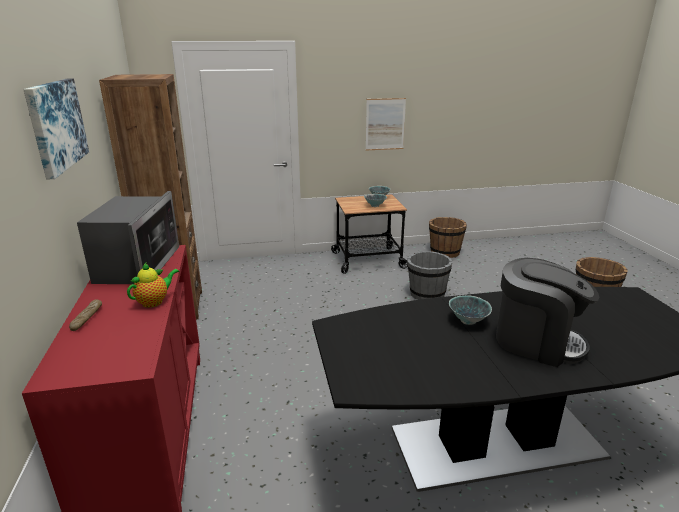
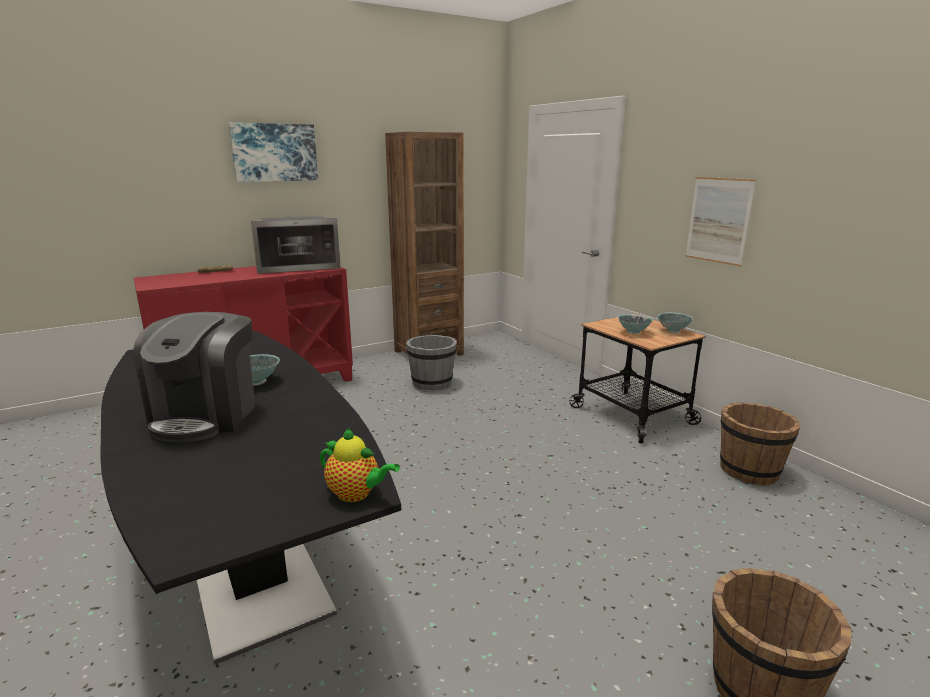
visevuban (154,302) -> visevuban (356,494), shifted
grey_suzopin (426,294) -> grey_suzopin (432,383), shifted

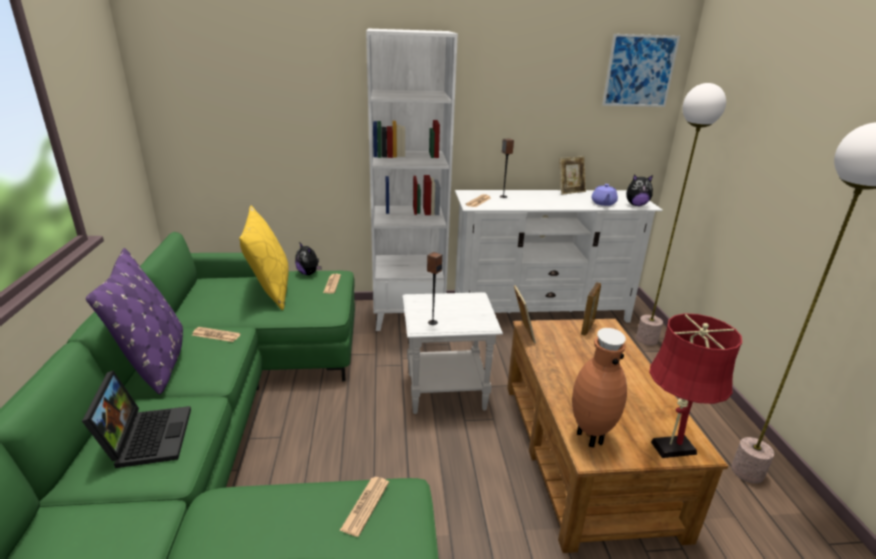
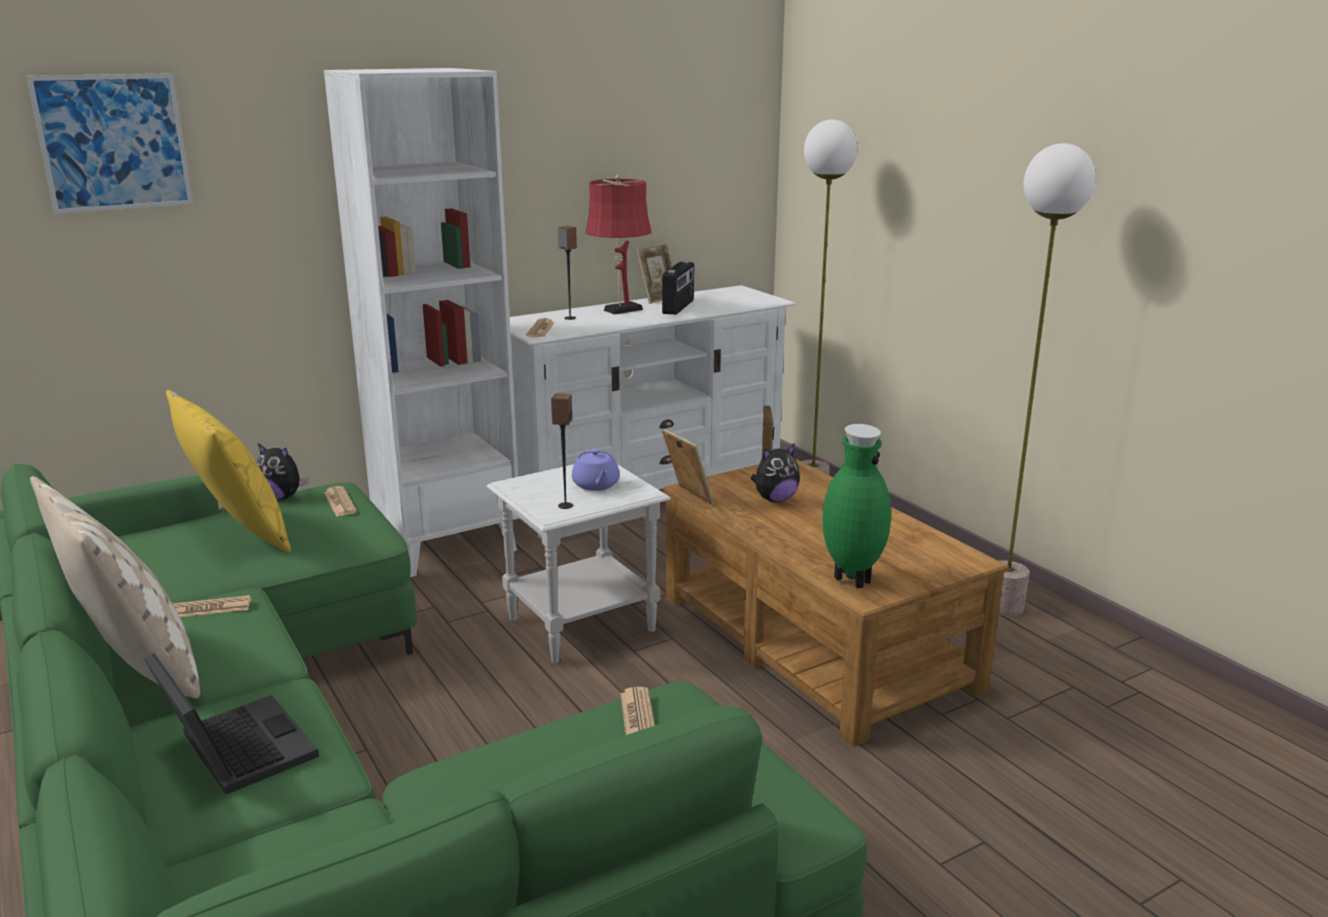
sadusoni (639,71) -> sadusoni (113,143), shifted
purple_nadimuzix (156,362) -> beige_nadimuzix (137,666)
purple_visevuban (603,203) -> purple_visevuban (596,485), shifted
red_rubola (669,448) -> red_rubola (620,310), shifted
none -> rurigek (679,307)
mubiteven (636,205) -> mubiteven (775,499), shifted
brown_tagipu (589,436) -> green_tagipu (850,579)

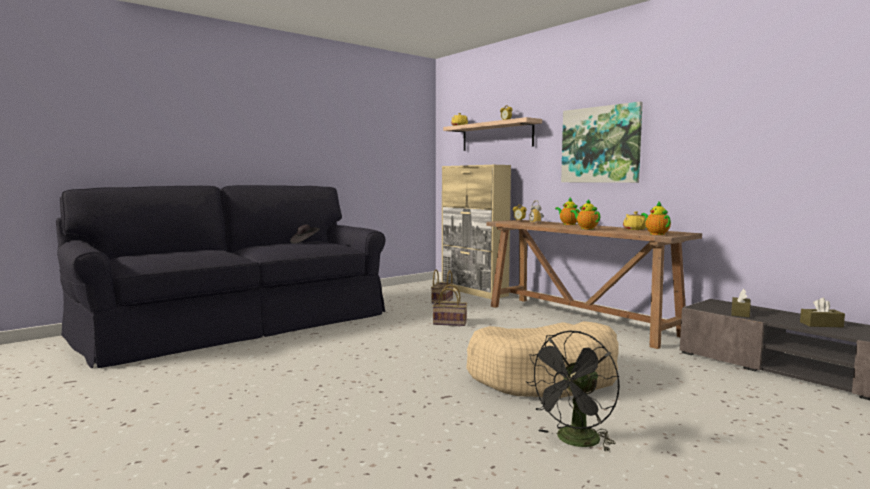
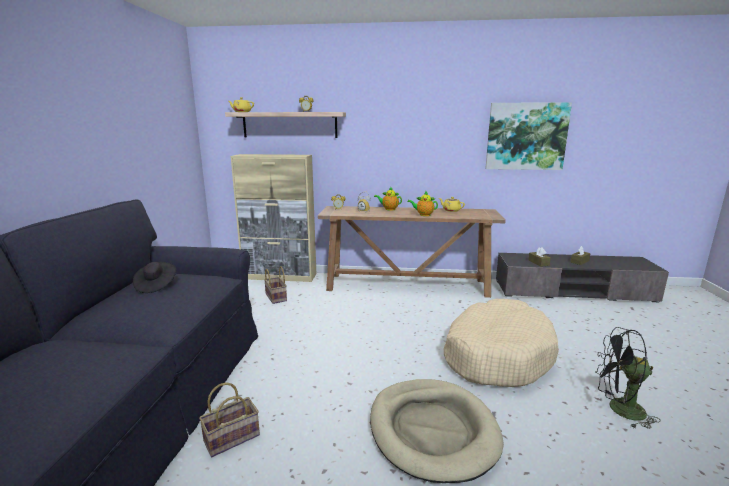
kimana (450,323) -> kimana (232,437), shifted
none -> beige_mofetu (432,430)
sadusoni (600,145) -> sadusoni (526,136), shifted
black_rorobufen (574,442) -> black_rorobufen (619,409), 105 degrees clockwise
visevuban (656,234) -> none

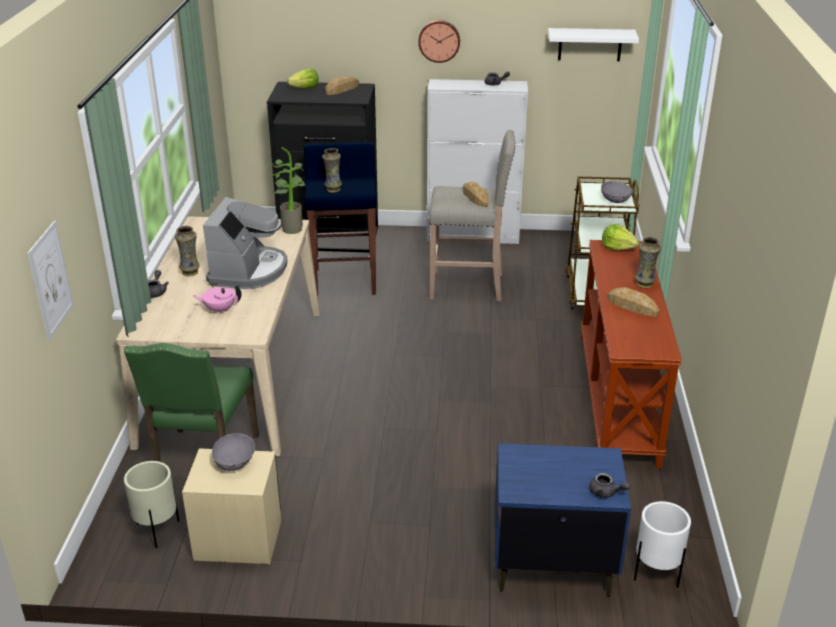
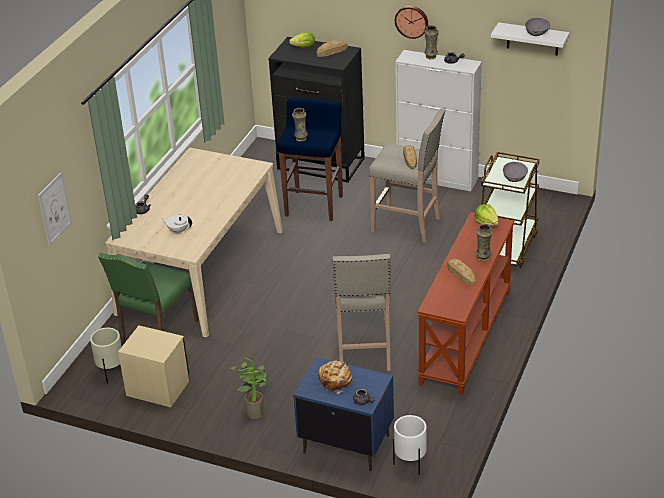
pink_visevuban (219,309) -> white_visevuban (178,230)
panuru (291,228) -> panuru (255,411), shifted
none -> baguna (336,380)
none -> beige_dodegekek (363,351)
tagipu (190,272) -> tagipu (431,57), shifted
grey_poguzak (235,463) -> grey_poguzak (537,34), shifted
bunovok (248,271) -> none

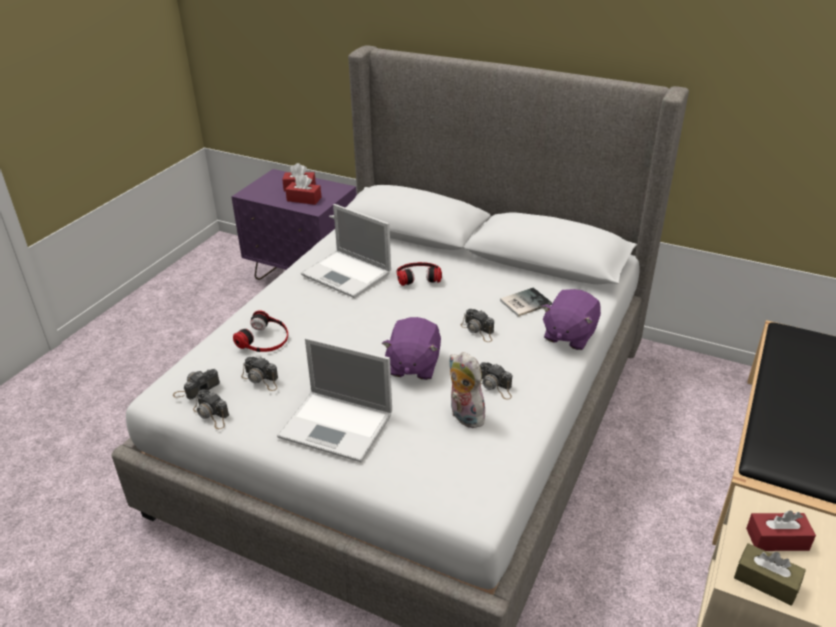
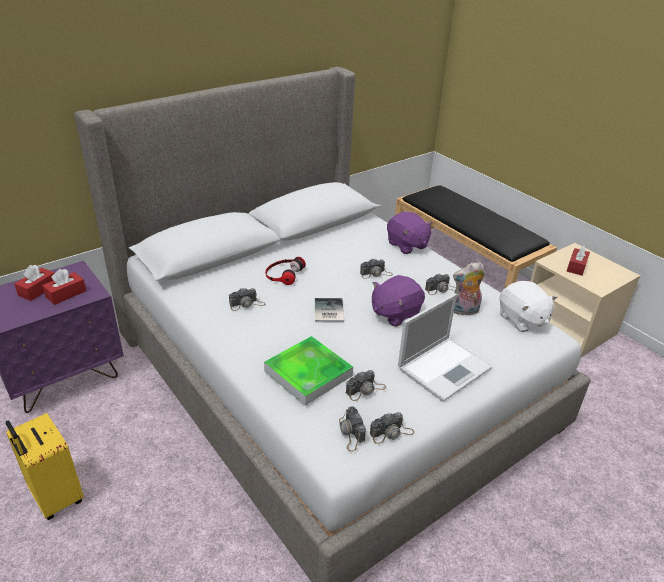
none -> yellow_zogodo (55,497)
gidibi (348,274) -> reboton (247,304)
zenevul (264,339) -> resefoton (308,373)
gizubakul (523,302) -> gizubakul (327,311), shifted
purple_mubiteven (413,365) -> purple_mubiteven (395,313), 105 degrees clockwise
none -> white_mubiteven (522,320)
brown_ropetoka (766,581) -> none

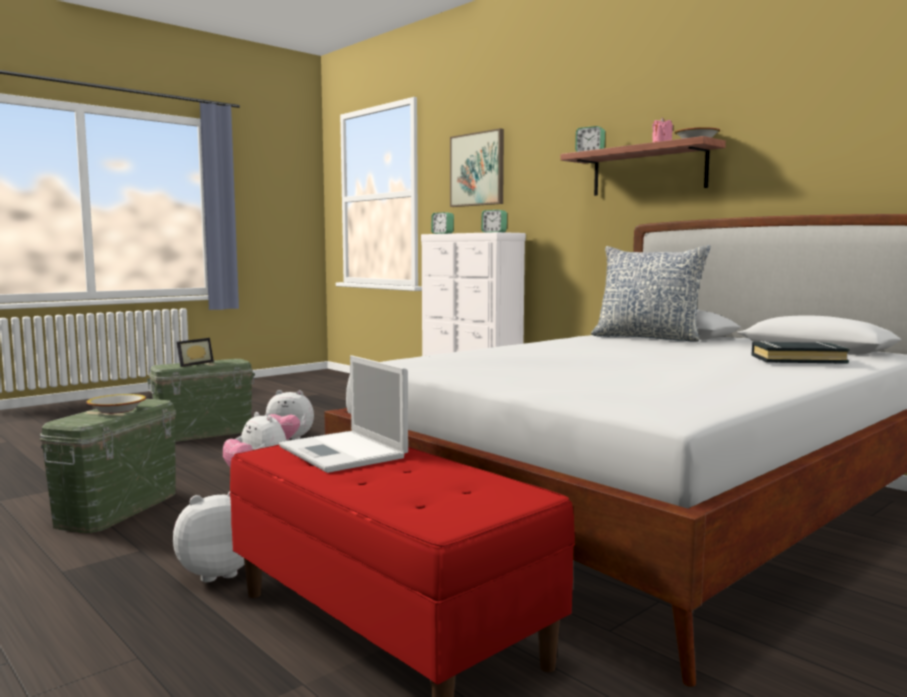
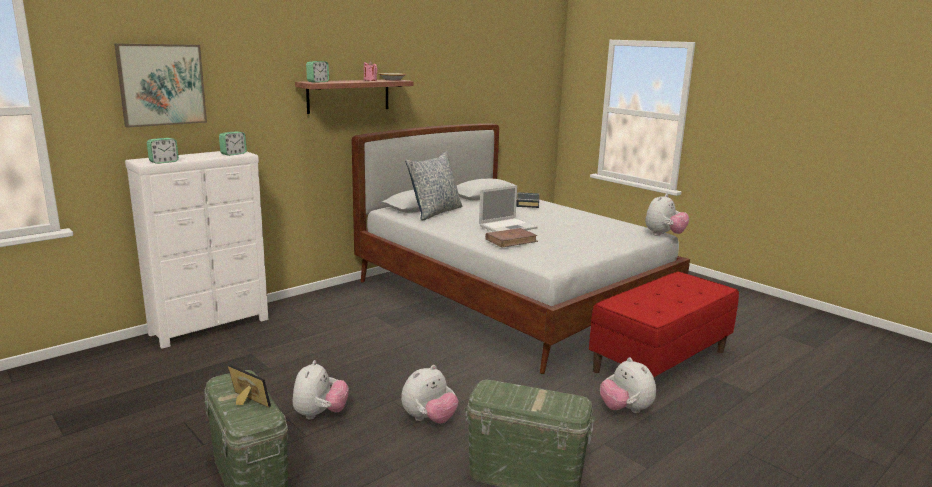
gidibi (344,452) -> gidibi (508,226), shifted
none -> brown_gizubakul (511,240)
none -> mubiteven (664,235)
poguzak (117,410) -> none

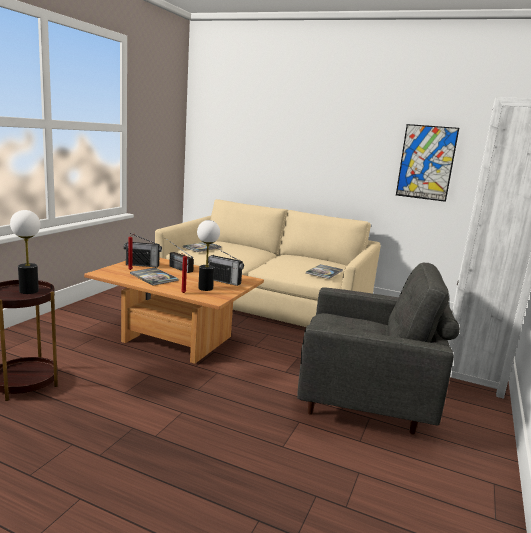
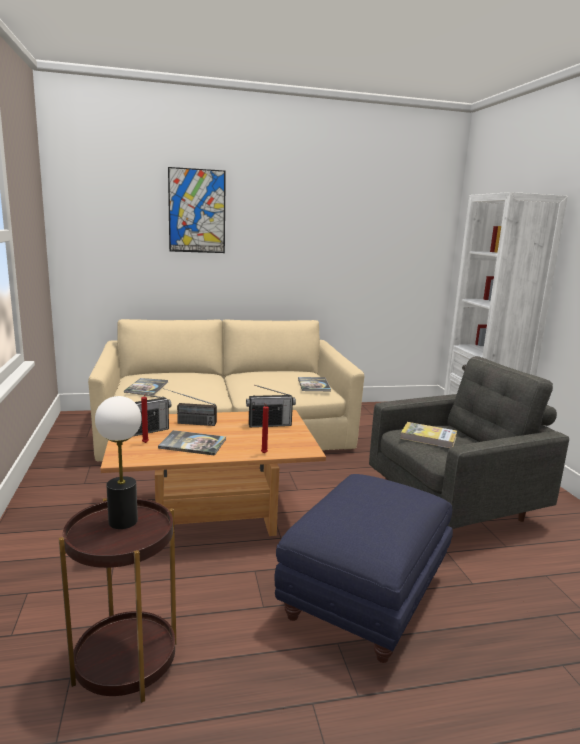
sadusoni (426,162) -> sadusoni (197,211), shifted
none -> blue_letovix (364,599)
none -> gizubakul (428,437)
rubola (205,288) -> none

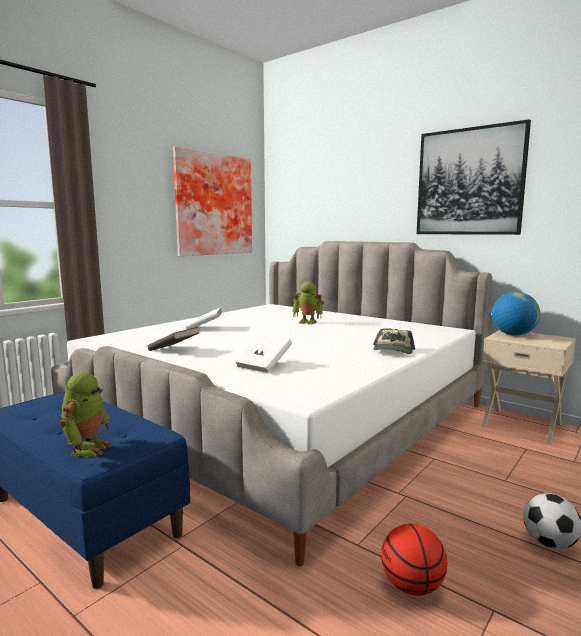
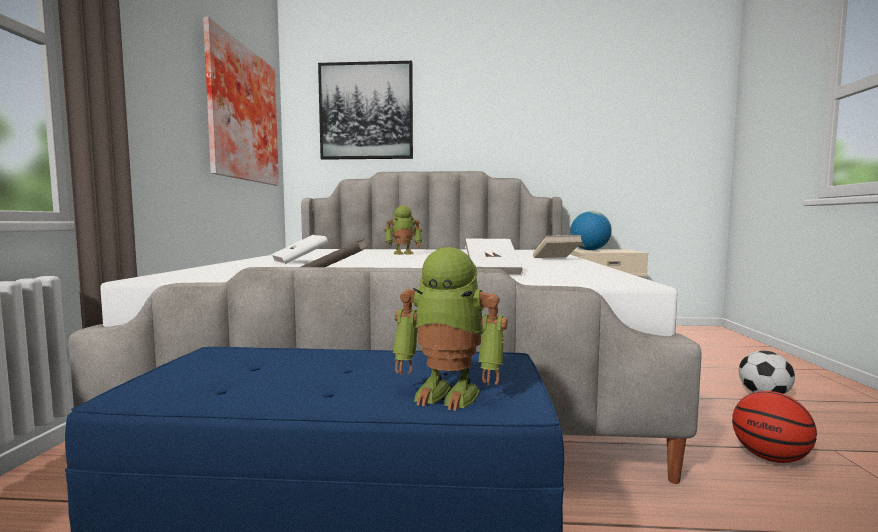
sadusoni (469,182) -> sadusoni (366,111), shifted
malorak (87,448) -> malorak (449,392), 135 degrees clockwise
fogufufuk (393,351) -> beige_gizubakul (556,259)

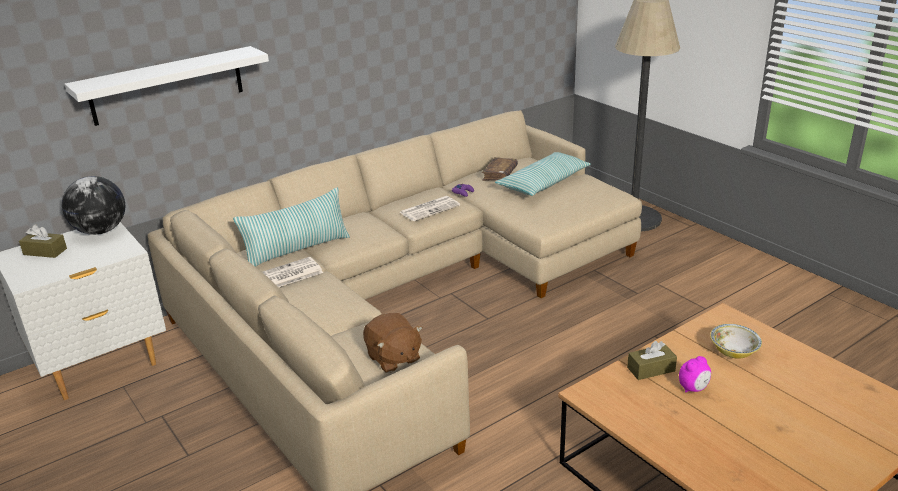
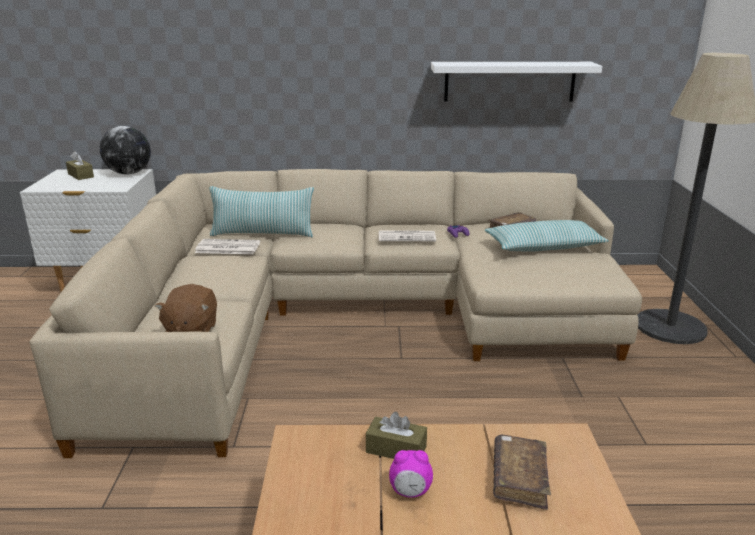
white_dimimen (167,85) -> white_dimimen (509,81), shifted
poguzak (733,351) -> brown_gizubakul (519,479)

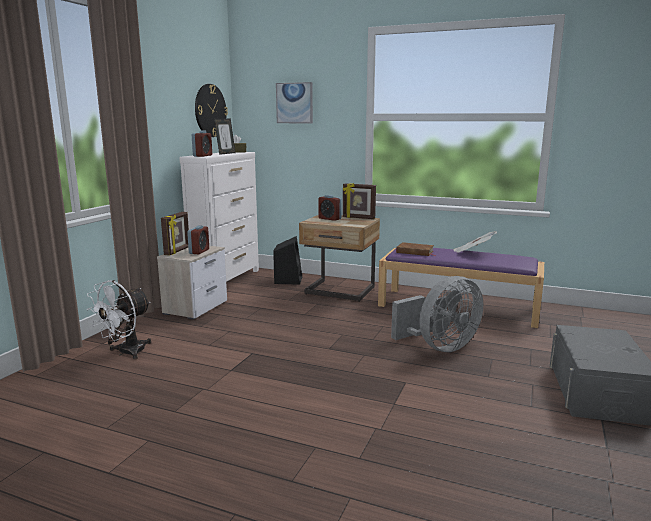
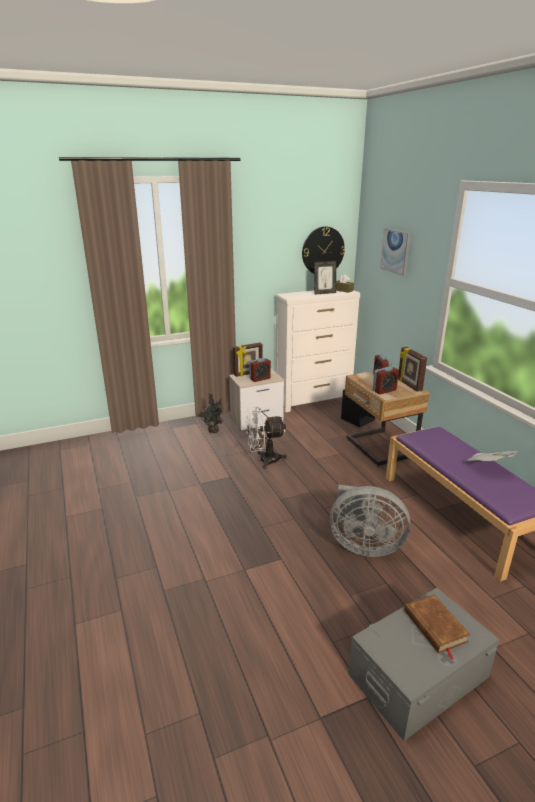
none -> panuru (213,430)
white_rorobufen (126,353) -> white_rorobufen (264,460), shifted
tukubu (202,156) -> tukubu (384,390), shifted
brown_gizubakul (415,252) -> brown_gizubakul (435,626), shifted

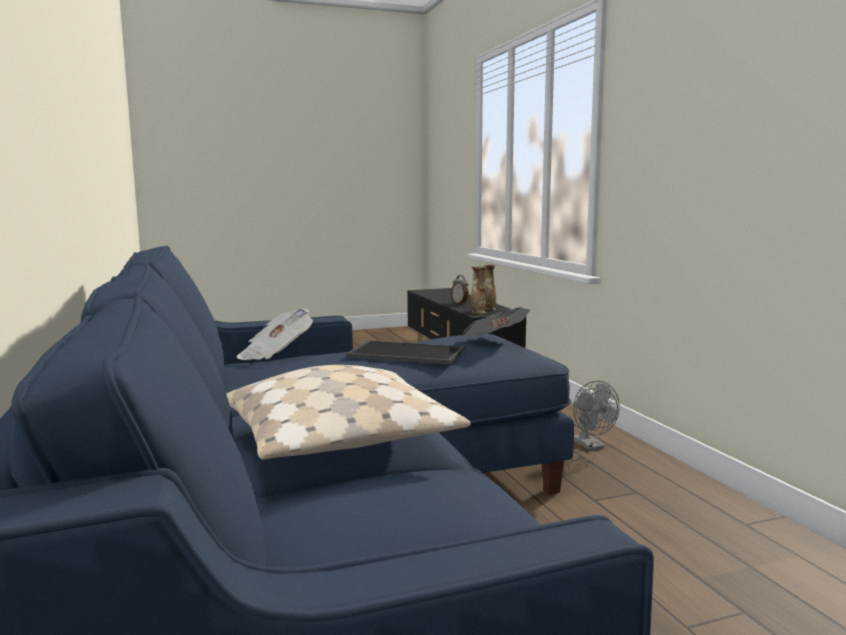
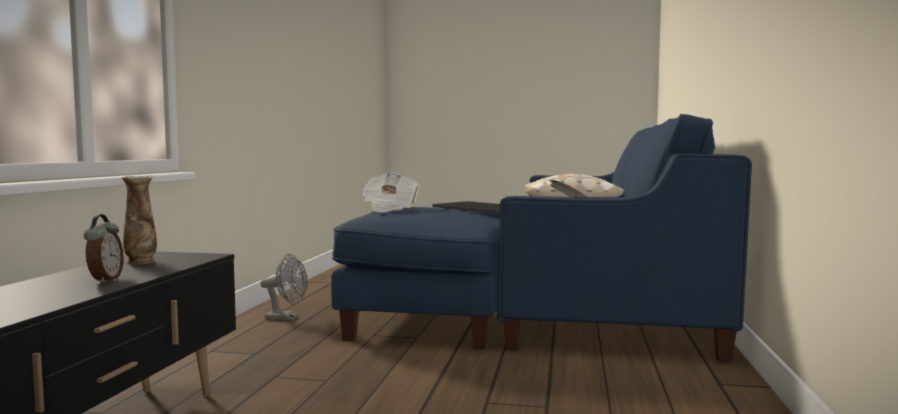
grey_rorobufen (591,446) -> grey_rorobufen (287,318), 90 degrees clockwise
tagipu (478,312) -> none

